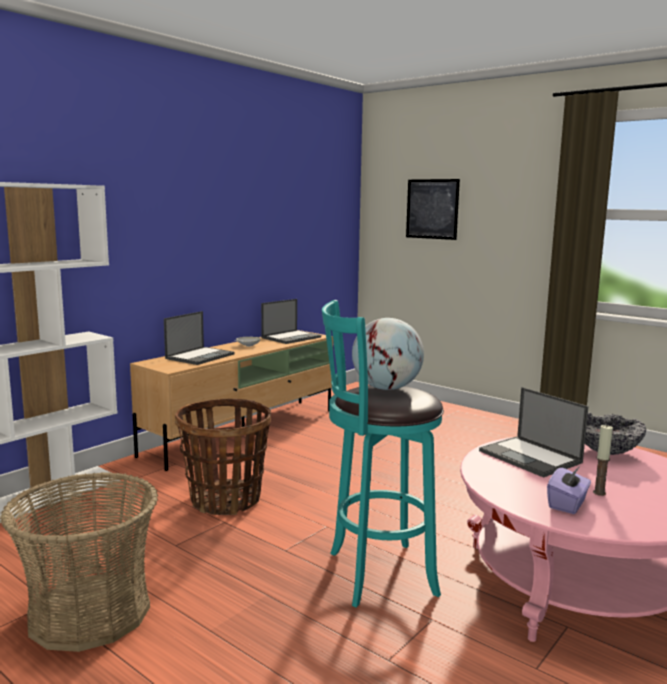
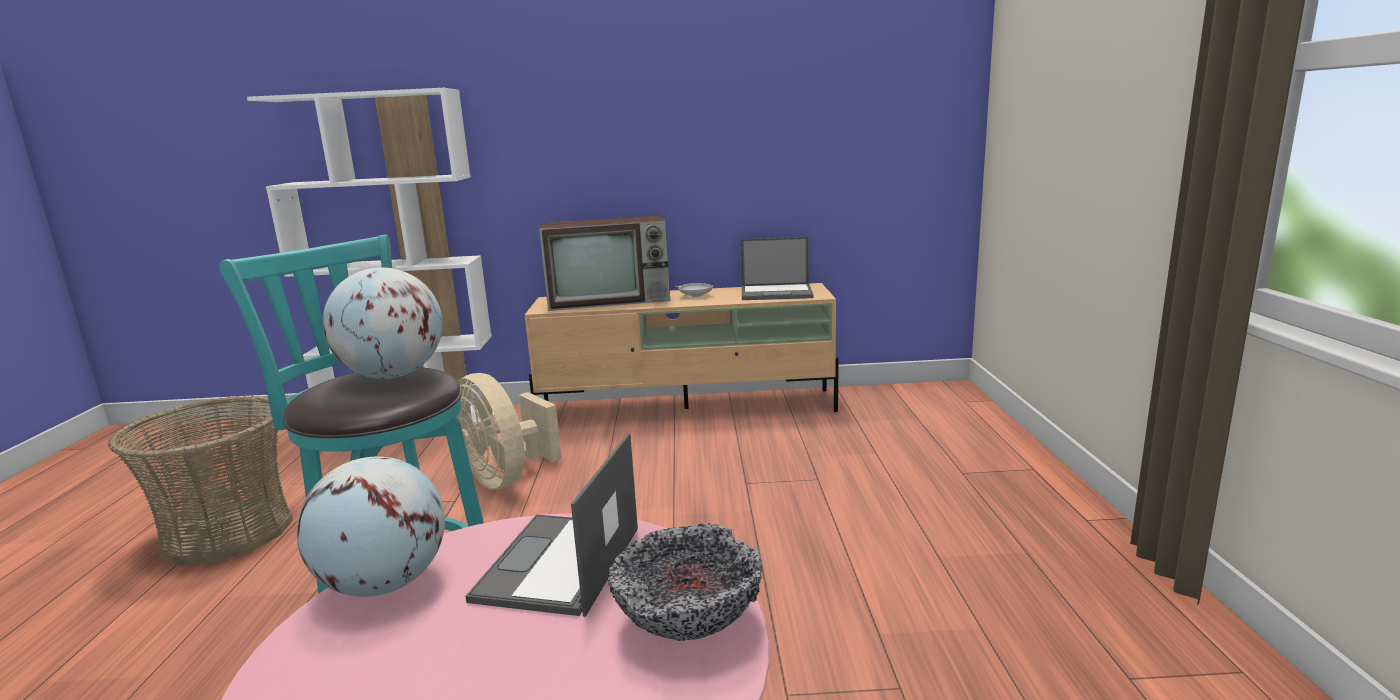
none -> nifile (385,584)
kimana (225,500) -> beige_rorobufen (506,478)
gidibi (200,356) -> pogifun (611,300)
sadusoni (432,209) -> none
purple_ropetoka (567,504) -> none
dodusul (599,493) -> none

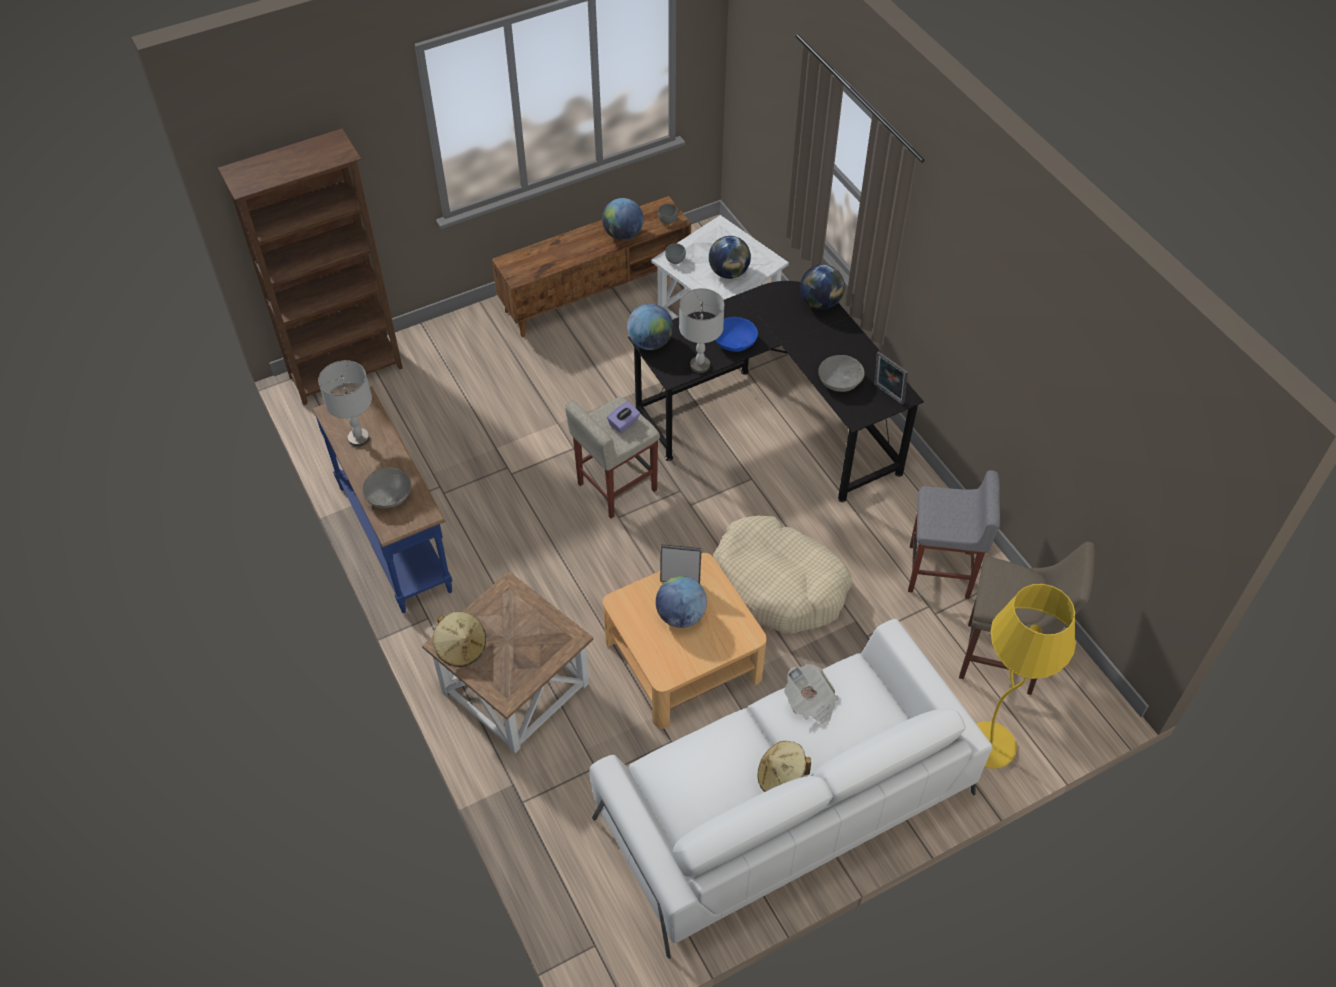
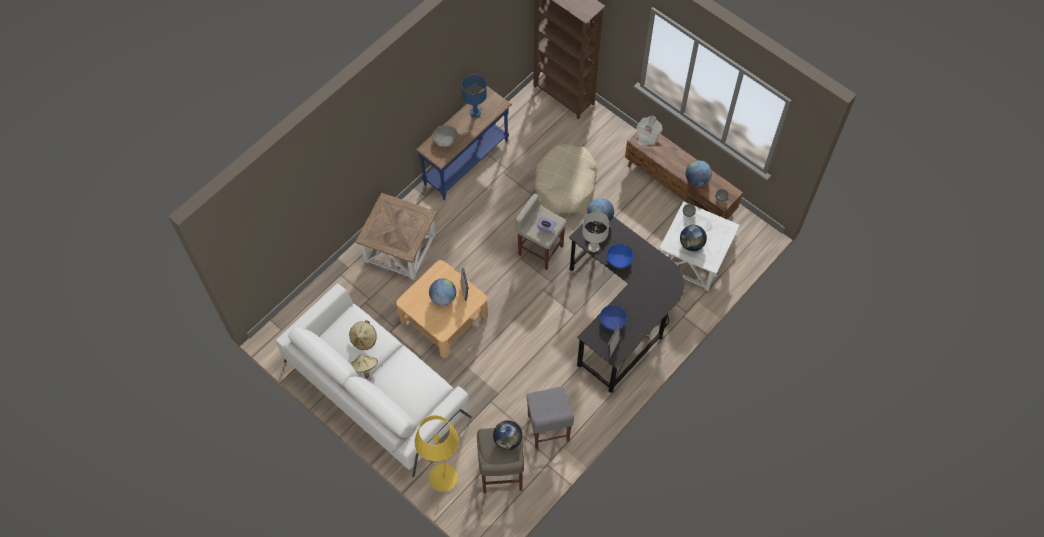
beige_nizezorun (461,648) -> beige_nizezorun (364,339), shifted
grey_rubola (359,438) -> blue_rubola (475,113)
nifile (820,303) -> nifile (507,440), shifted
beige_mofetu (779,585) -> beige_mofetu (565,184), shifted
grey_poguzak (840,381) -> blue_poguzak (612,321)
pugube (810,702) -> pugube (647,135), shifted

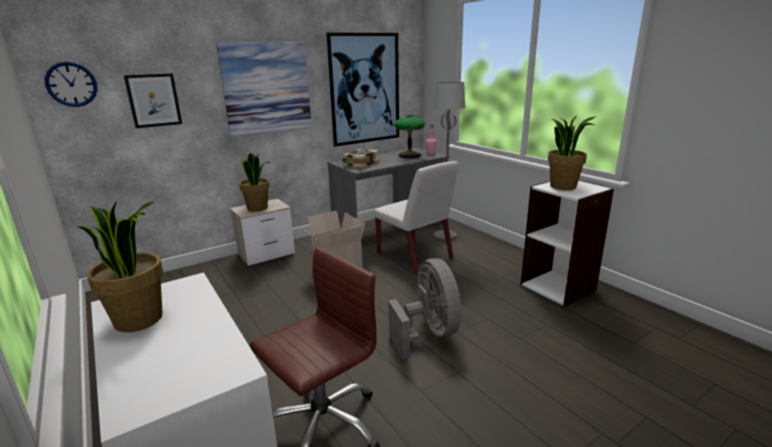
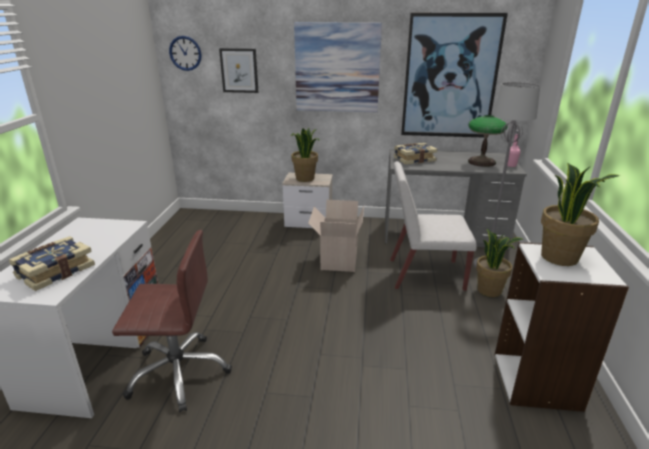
none -> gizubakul (55,271)
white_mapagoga (415,257) -> white_mapagoga (424,275), 90 degrees clockwise
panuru (140,319) -> panuru (489,290), shifted
grey_rorobufen (428,333) -> none

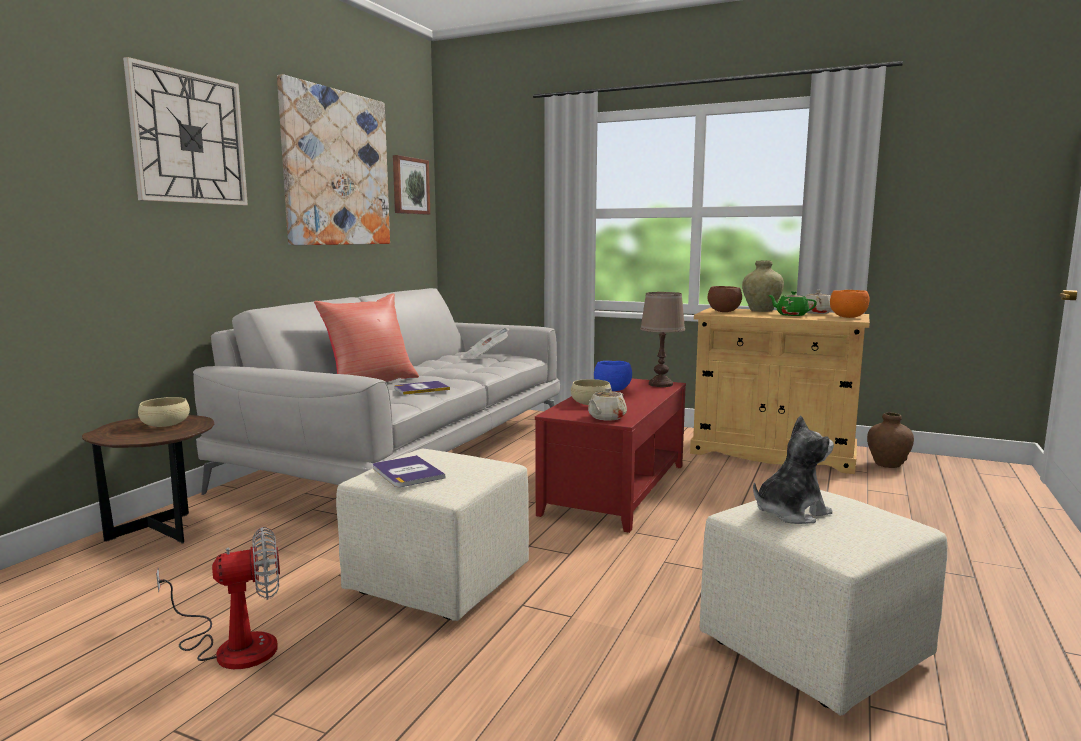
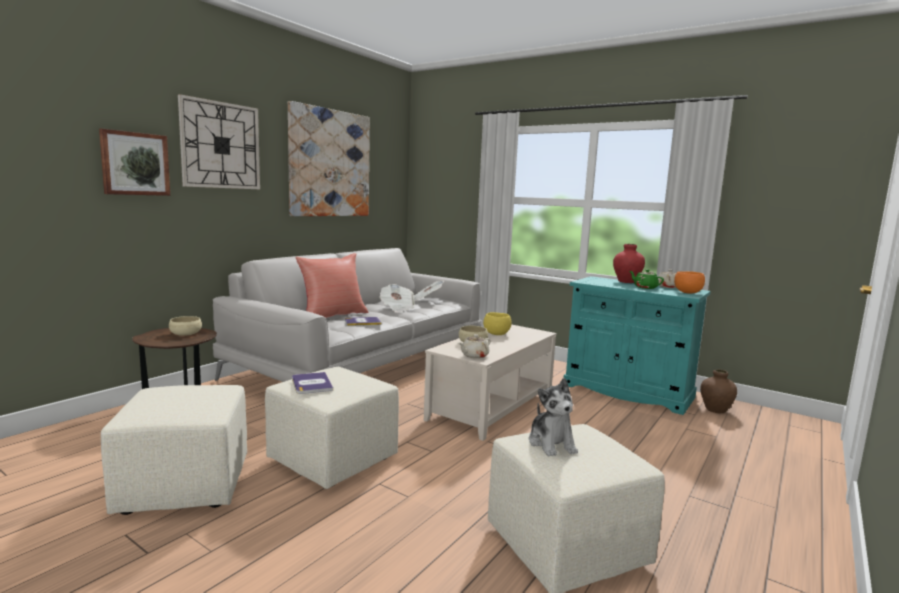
sadusoni (410,186) -> sadusoni (135,164), shifted
rorobufen (233,645) -> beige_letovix (184,485)
none -> pugube (397,308)
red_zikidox (615,488) -> beige_zikidox (492,406)
blue_poguzak (612,390) -> yellow_poguzak (496,334)
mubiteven (790,512) -> mubiteven (551,443), 90 degrees clockwise
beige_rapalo (772,453) -> turquoise_rapalo (627,391)
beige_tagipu (761,310) -> red_tagipu (626,282)
brown_rubola (660,384) -> none
brown_poguzak (724,312) -> none

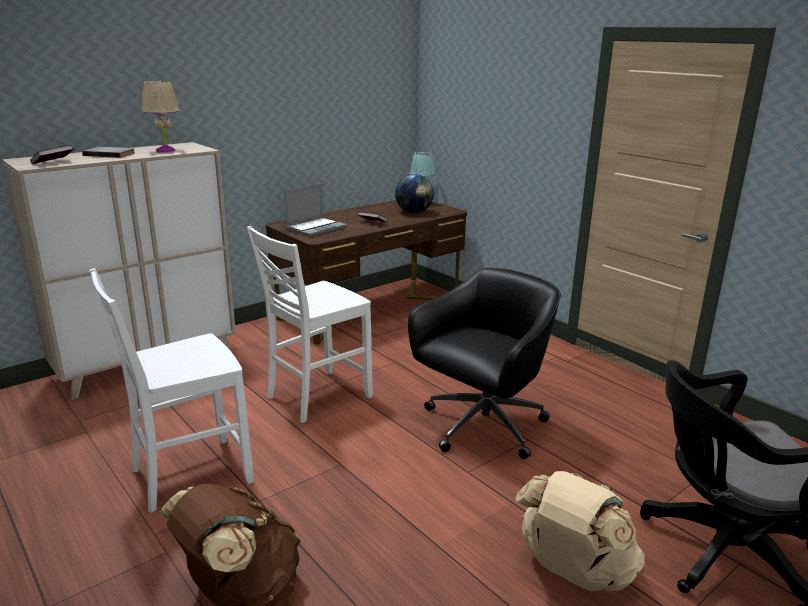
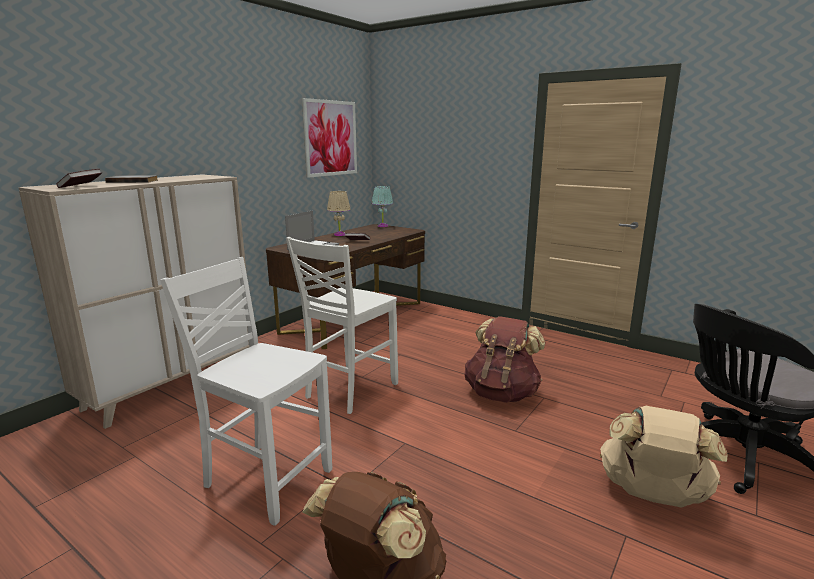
white_mapagoga (188,475) -> white_mapagoga (266,478), 75 degrees clockwise
none -> sadusoni (330,138)
beige_rubola (166,151) -> beige_rubola (340,234), shifted
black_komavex (481,426) -> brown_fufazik (502,393)
nifile (414,212) -> none

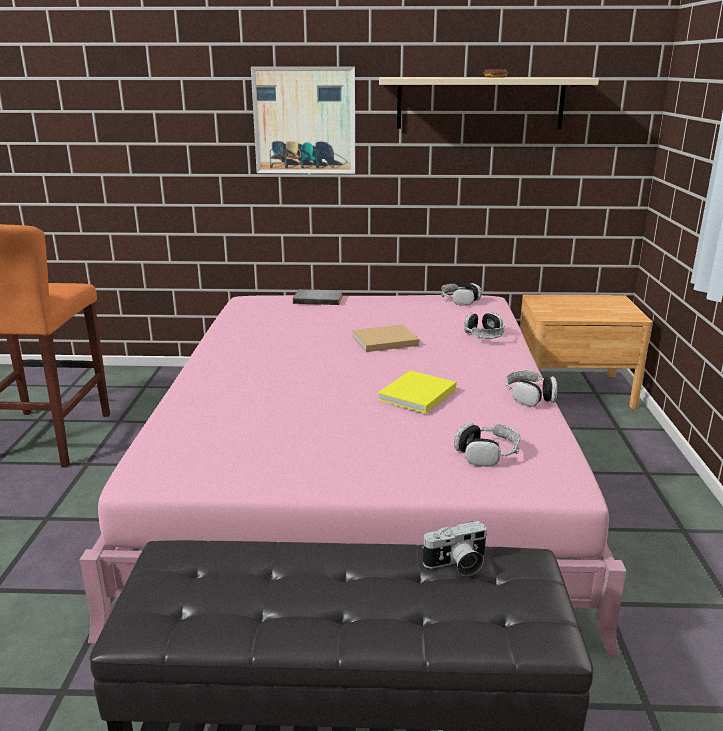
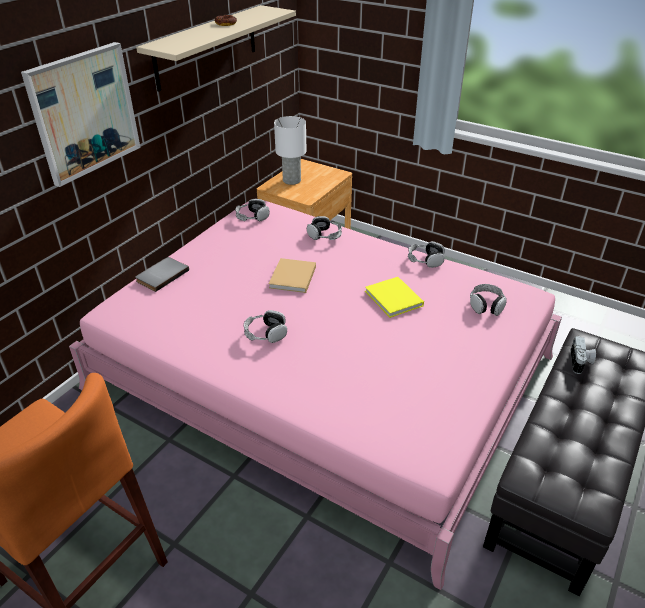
none -> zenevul (265,333)
none -> white_rubola (292,181)

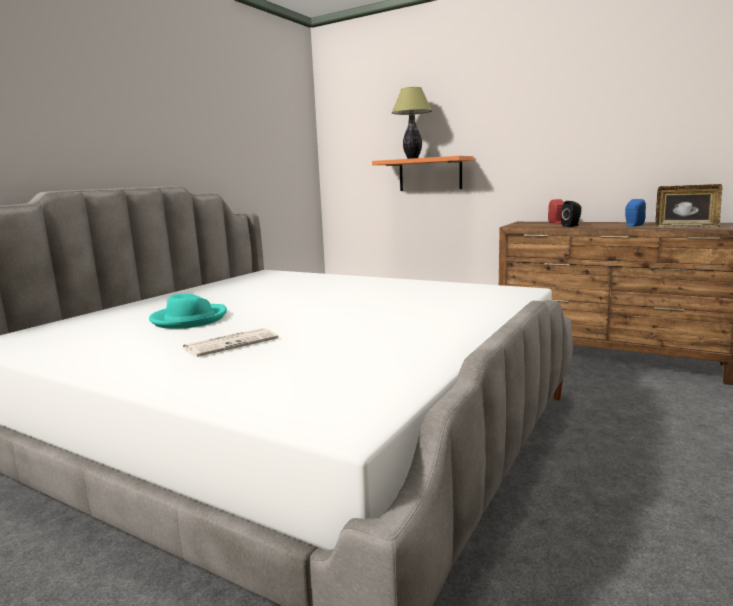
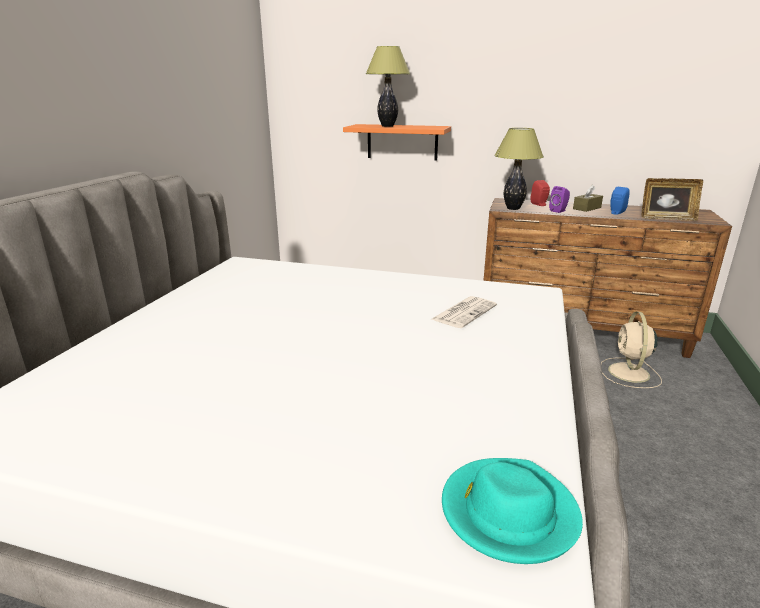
pugube (232,343) -> pugube (464,312), shifted
turquoise_nizezorun (189,319) -> turquoise_nizezorun (508,512), shifted
none -> rubola (513,208)
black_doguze (572,226) -> purple_doguze (559,211)
none -> brown_ropetoka (587,208)
none -> beige_rorobufen (629,373)

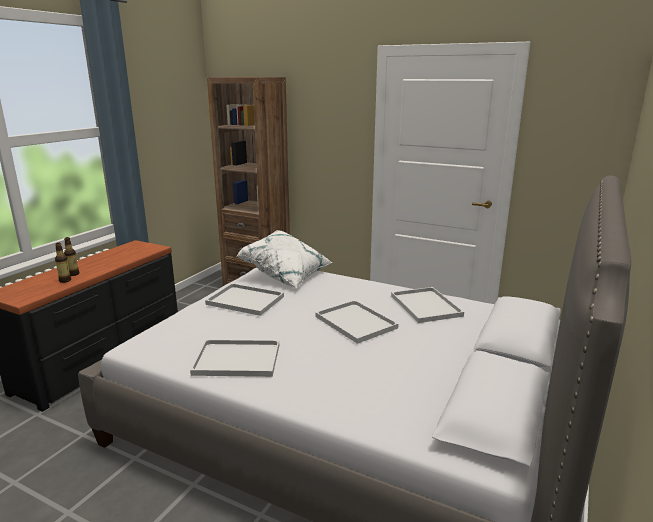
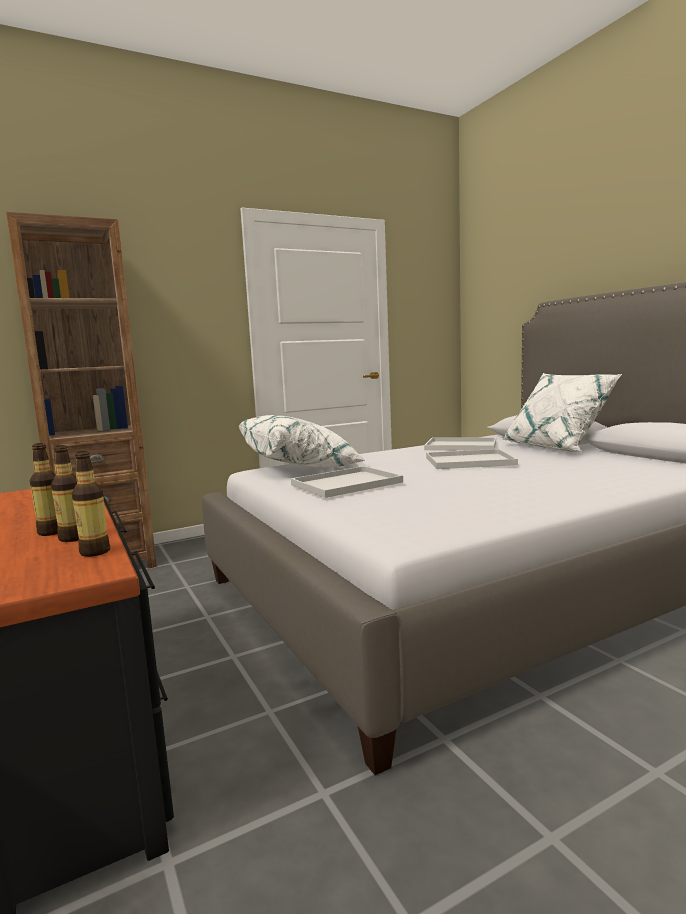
none -> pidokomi (95,552)
none -> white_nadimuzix (556,447)
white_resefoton (239,359) -> none

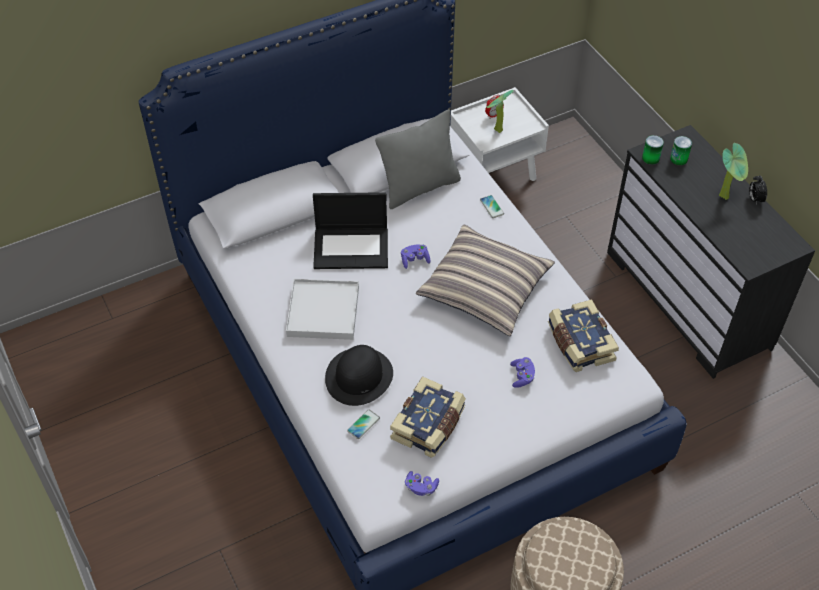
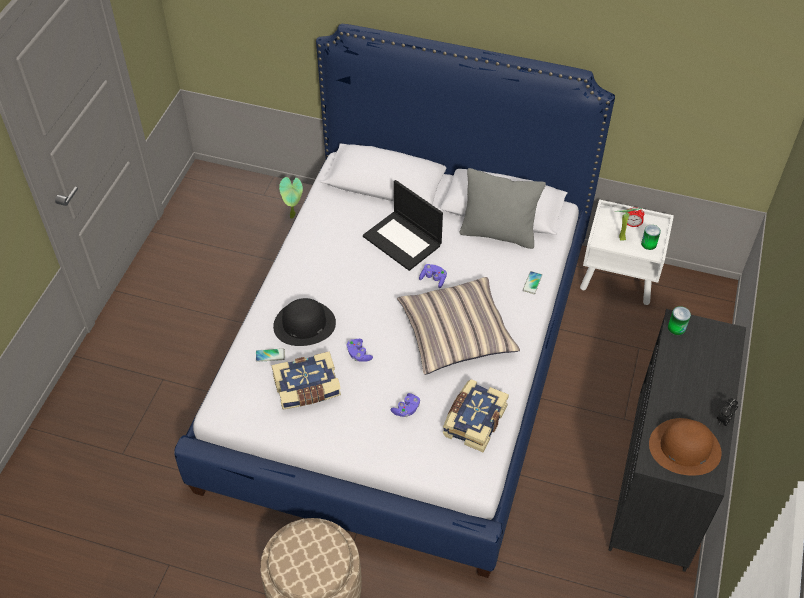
panuru (726,196) -> panuru (293,216), shifted
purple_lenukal (421,487) -> purple_lenukal (358,354), shifted
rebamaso (678,159) -> rebamaso (648,244), shifted
none -> brown_nizezorun (684,448)
white_resefoton (323,312) -> none

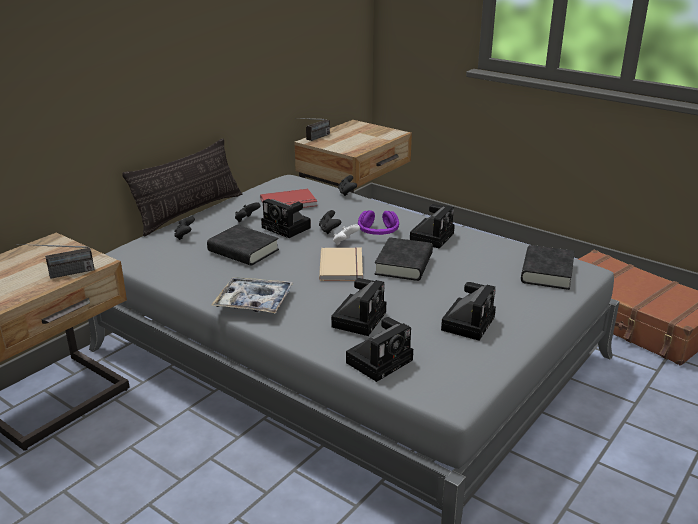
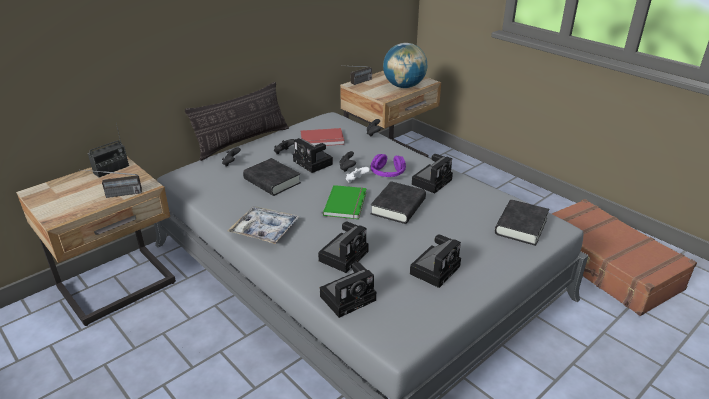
none -> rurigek (111,169)
beige_gizubakul (343,266) -> green_gizubakul (347,204)
none -> nifile (404,86)

